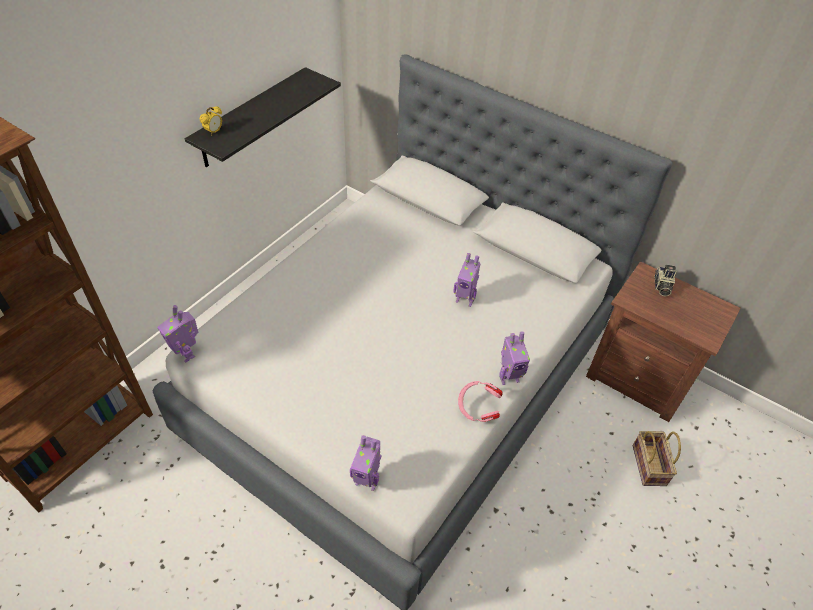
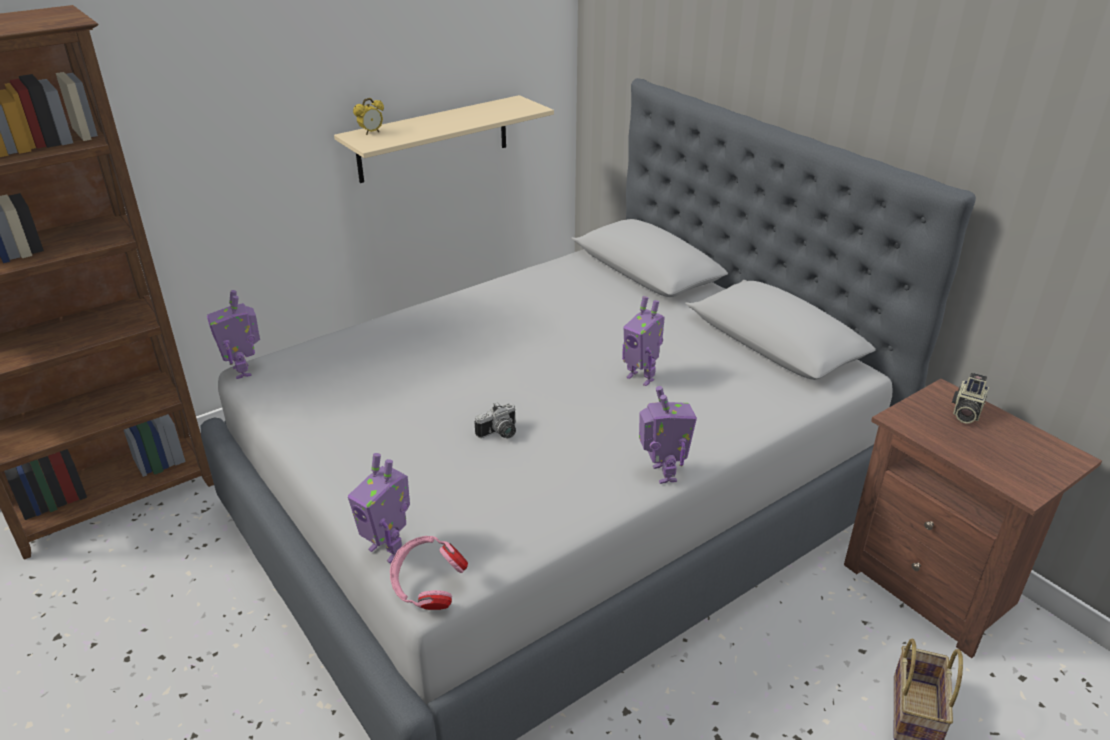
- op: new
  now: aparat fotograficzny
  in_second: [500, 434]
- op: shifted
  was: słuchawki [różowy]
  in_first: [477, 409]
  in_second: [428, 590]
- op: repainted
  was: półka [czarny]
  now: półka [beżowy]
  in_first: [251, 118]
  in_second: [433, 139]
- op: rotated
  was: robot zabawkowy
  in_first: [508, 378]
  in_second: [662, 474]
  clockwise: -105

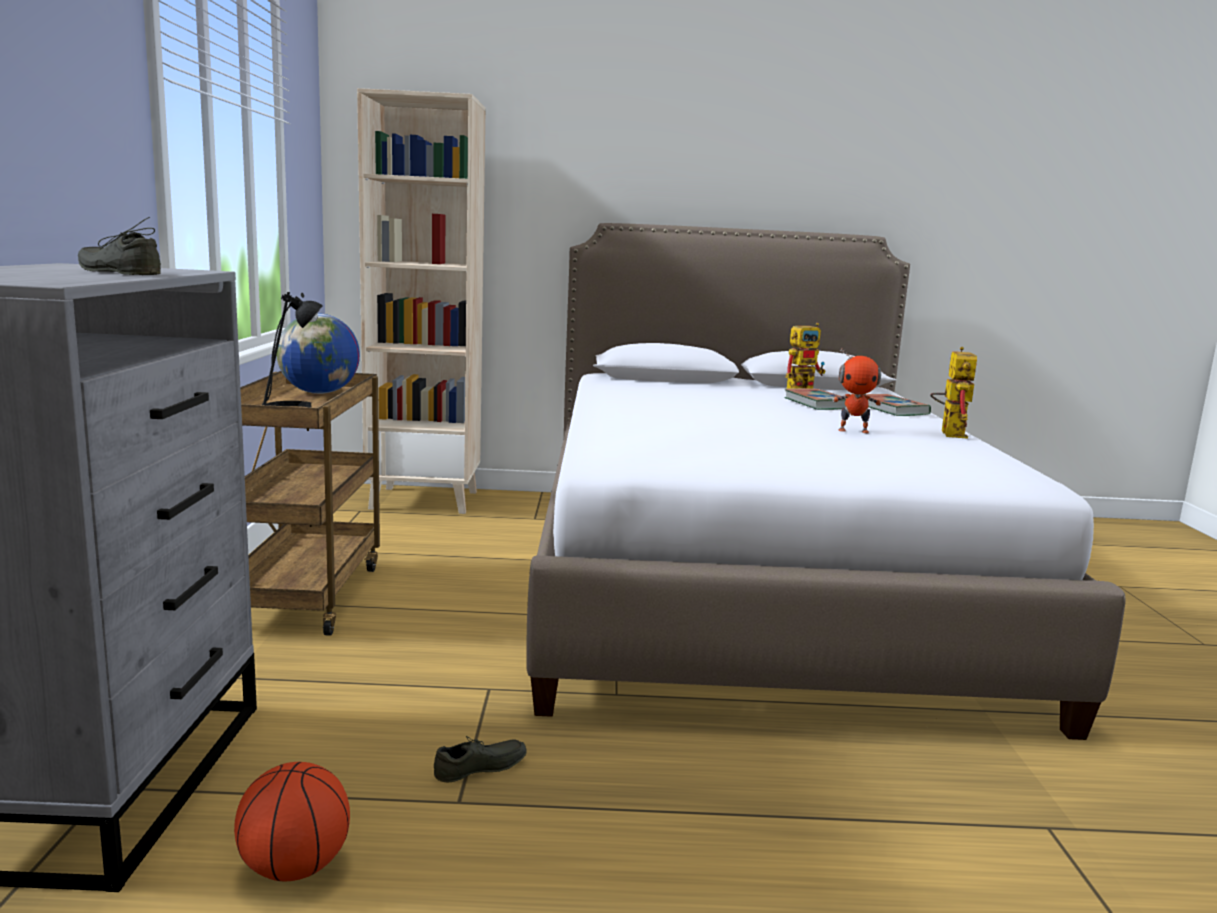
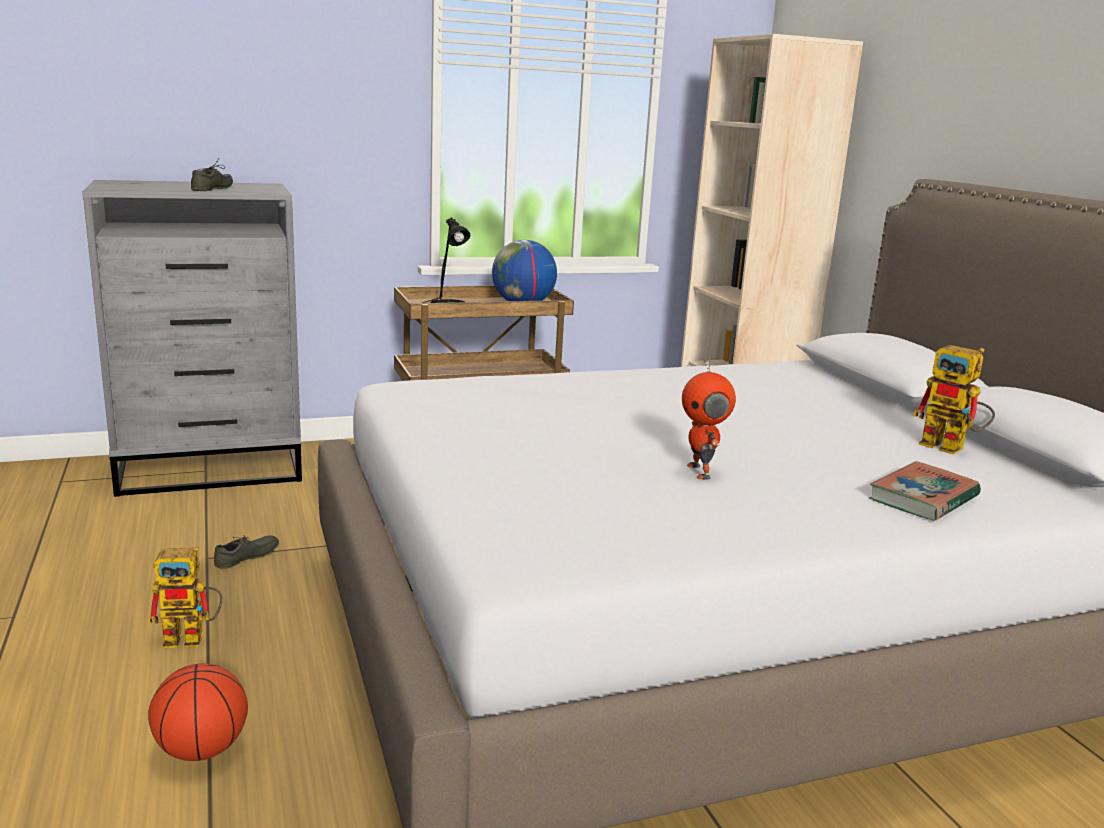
- op: gone
  was: książka
  in_first: [817, 404]
- op: shifted
  was: piłka do koszykówki
  in_first: [295, 868]
  in_second: [202, 750]
- op: shifted
  was: robot zabawkowy
  in_first: [949, 433]
  in_second: [193, 637]
- op: rotated
  was: but [szary]
  in_first: [481, 769]
  in_second: [248, 558]
  clockwise: -90

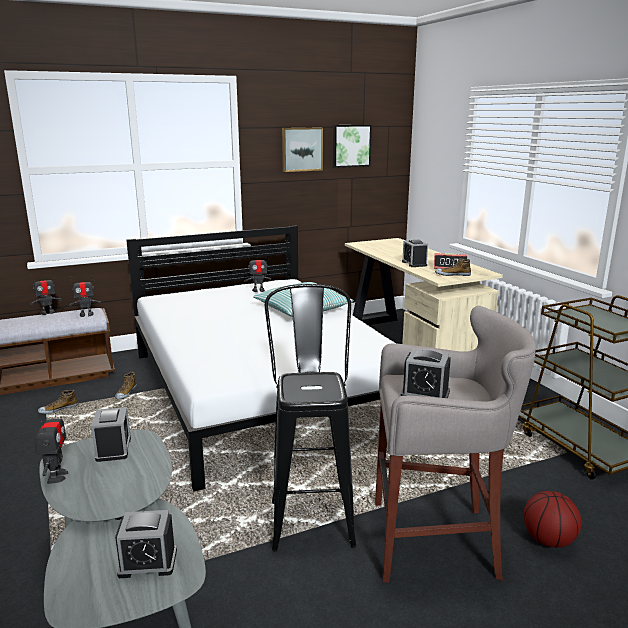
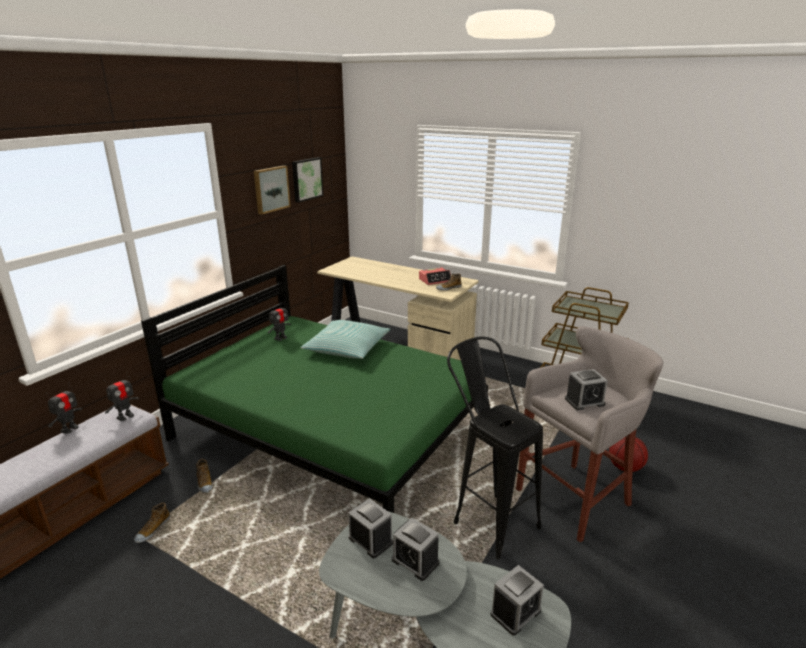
- op: gone
  was: robot zabawkowy
  in_first: [56, 476]
- op: shifted
  was: budzik
  in_first: [414, 263]
  in_second: [415, 561]
- op: repainted
  was: łóżko [biały]
  now: łóżko [zielony]
  in_first: [260, 391]
  in_second: [329, 432]

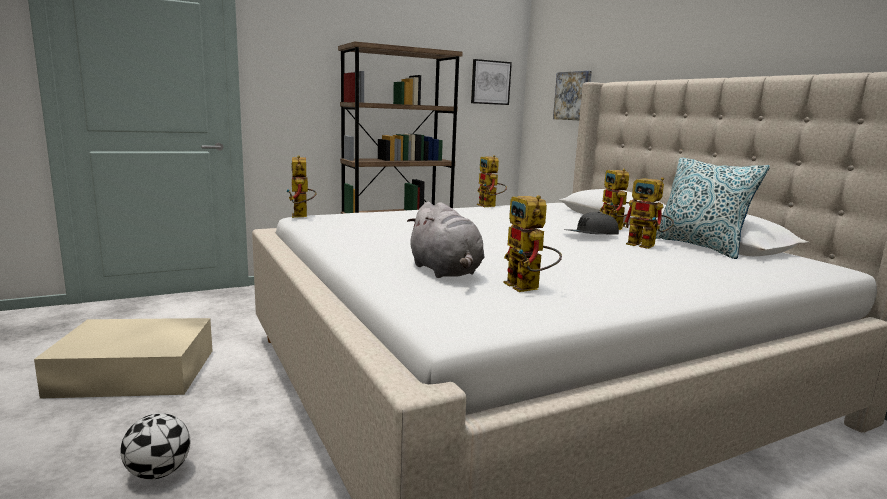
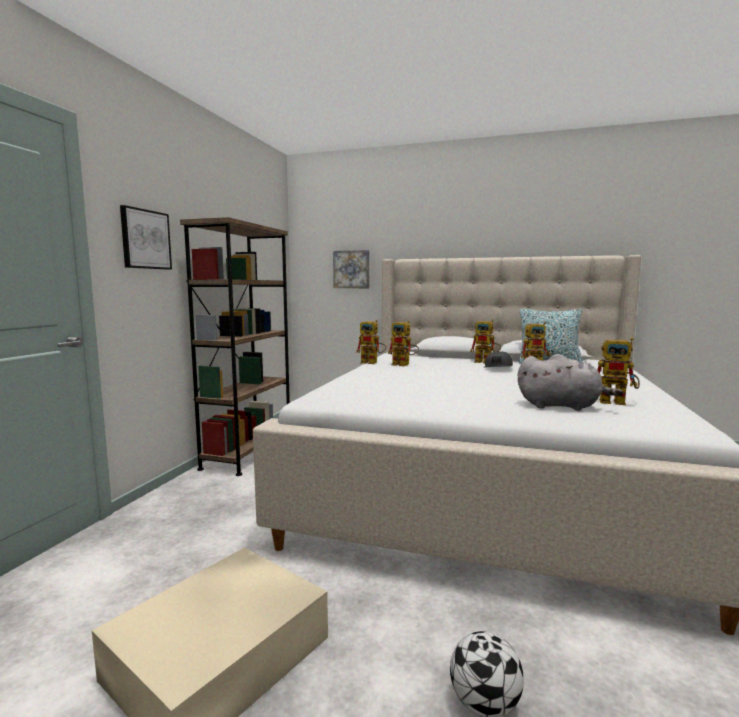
- op: shifted
  was: robot zabawkowy
  in_first: [302, 216]
  in_second: [404, 365]
- op: shifted
  was: obraz
  in_first: [490, 82]
  in_second: [145, 239]

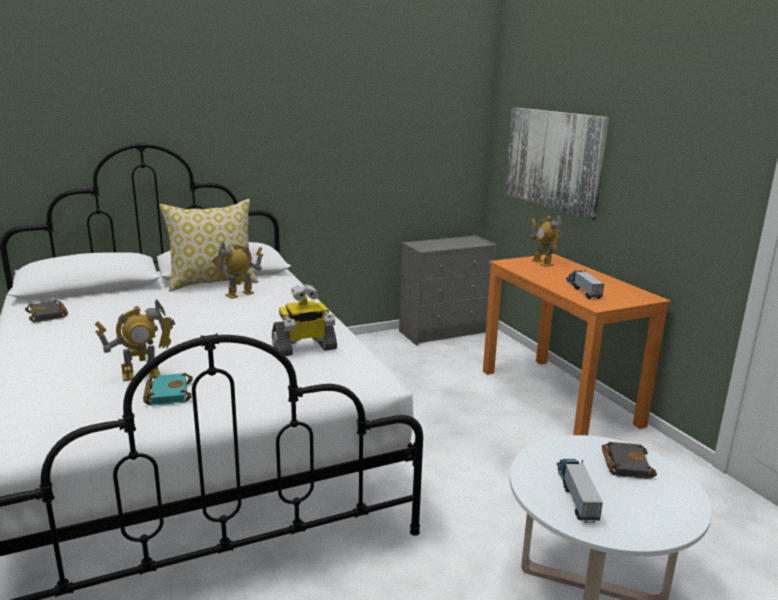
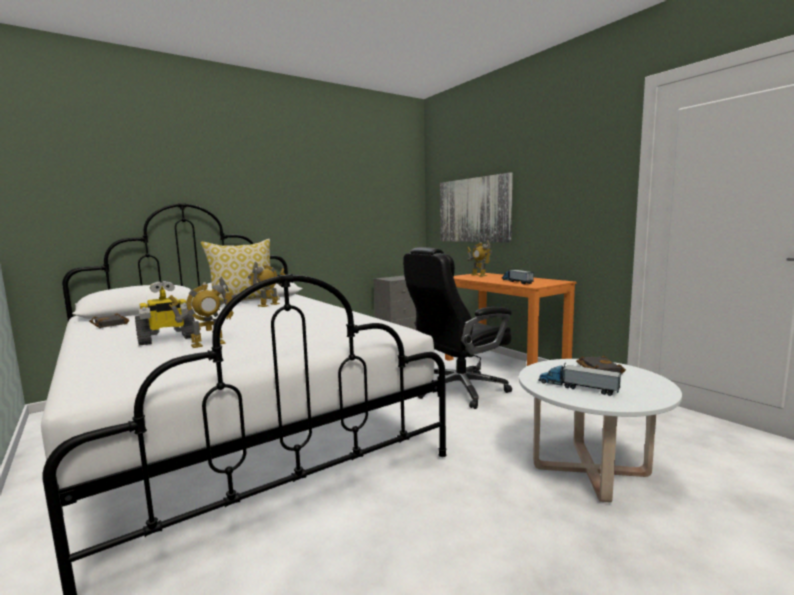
- op: gone
  was: książka [turkusowy]
  in_first: [167, 393]
- op: new
  now: krzesło biurowe [czarny]
  in_second: [458, 390]
- op: shifted
  was: robot zabawkowy
  in_first: [304, 348]
  in_second: [167, 339]
- op: rotated
  was: ciężarówka zabawkowa
  in_first: [575, 494]
  in_second: [577, 387]
  clockwise: -45

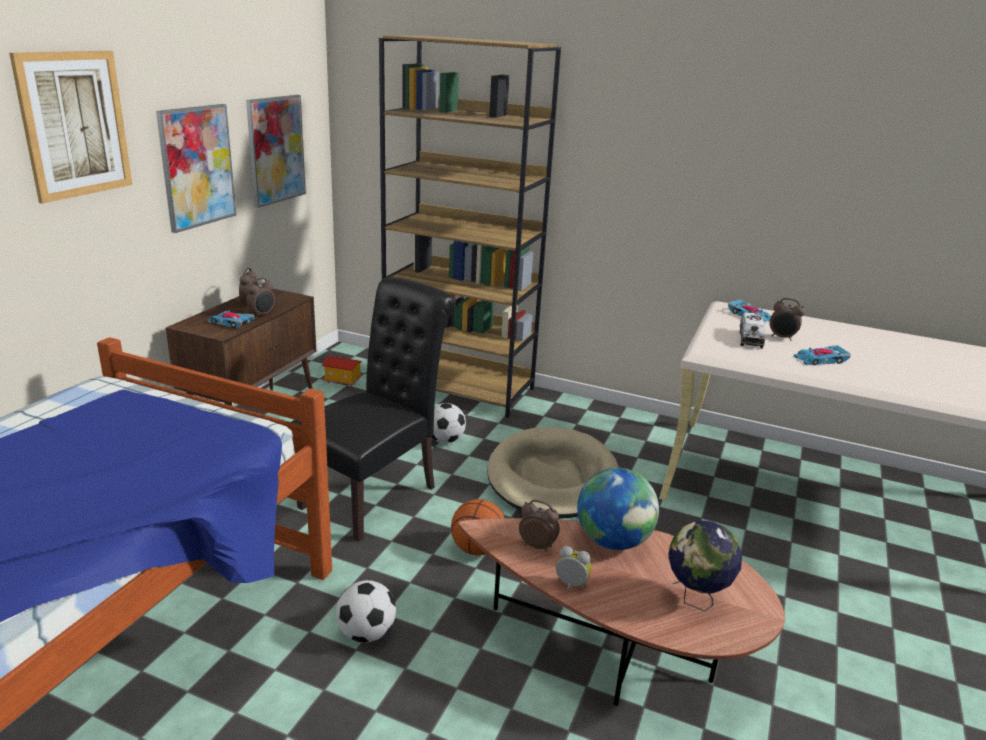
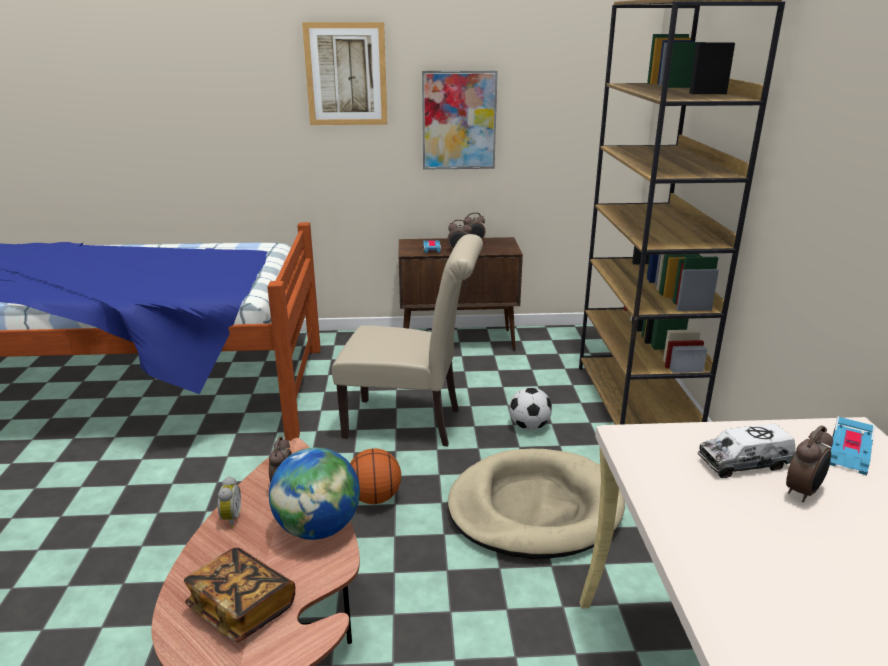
- op: gone
  was: obraz
  in_first: [276, 150]
- op: gone
  was: domek
  in_first: [342, 381]
- op: gone
  was: piłka futbolowa
  in_first: [366, 633]
- op: gone
  was: samochodzik
  in_first: [820, 360]
- op: swapped
  was: globus
  now: książka
  in_first: [696, 599]
  in_second: [242, 608]
- op: repainted
  was: krzesło [czarny]
  now: krzesło [beżowy]
  in_first: [376, 494]
  in_second: [410, 423]
- op: rotated
  was: budzik
  in_first: [782, 337]
  in_second: [803, 492]
  clockwise: -135

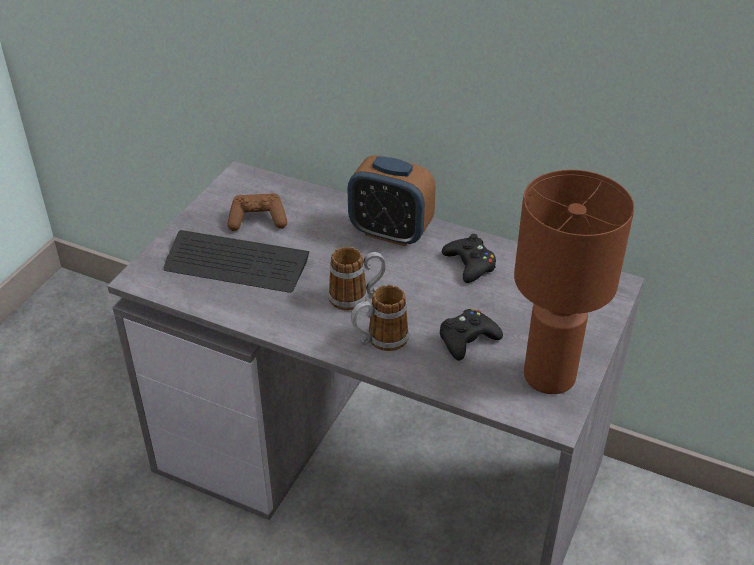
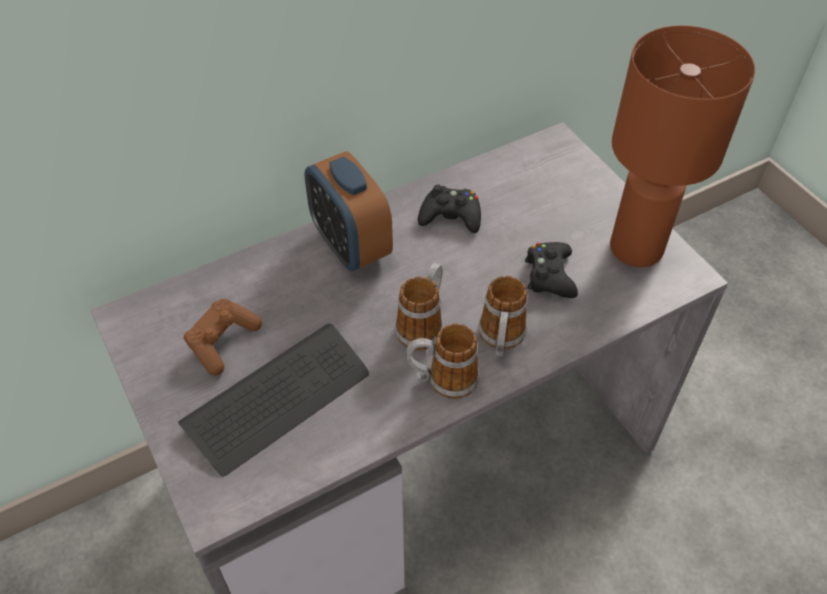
- op: new
  now: kubek
  in_second: [442, 380]
- op: rotated
  was: budzik
  in_first: [390, 232]
  in_second: [350, 245]
  clockwise: 90

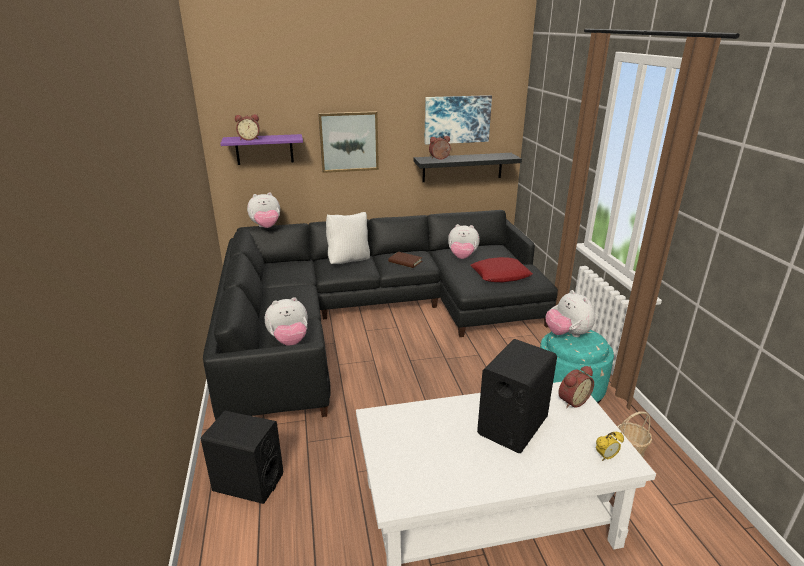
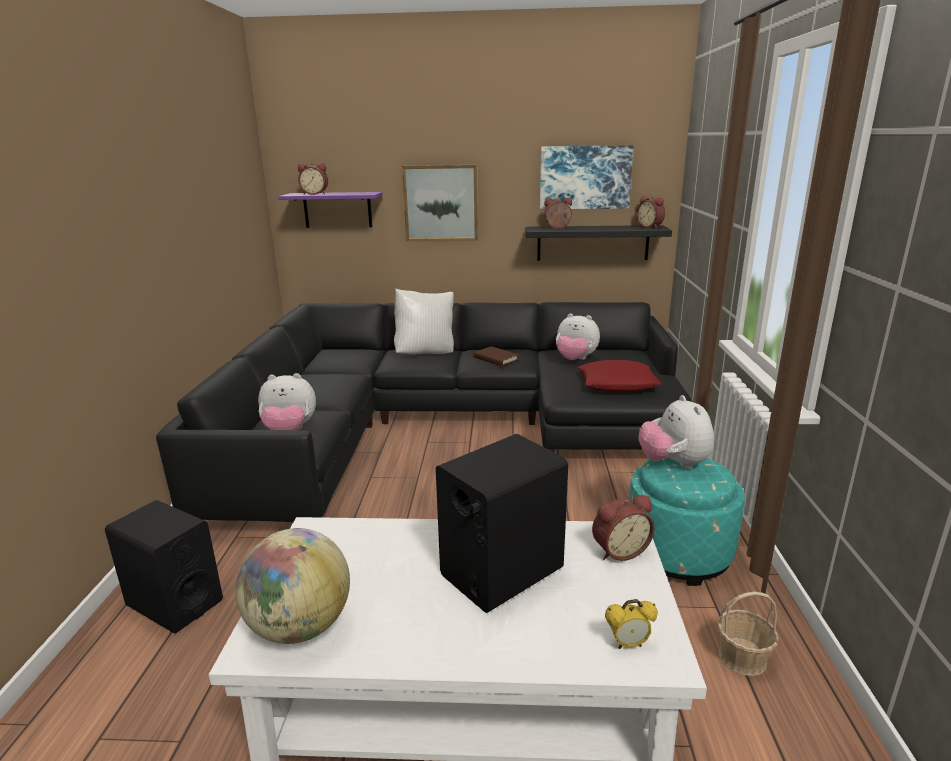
- op: gone
  was: pluszak
  in_first: [266, 227]
- op: new
  now: globus
  in_second: [300, 627]
- op: new
  now: budzik
  in_second: [650, 226]

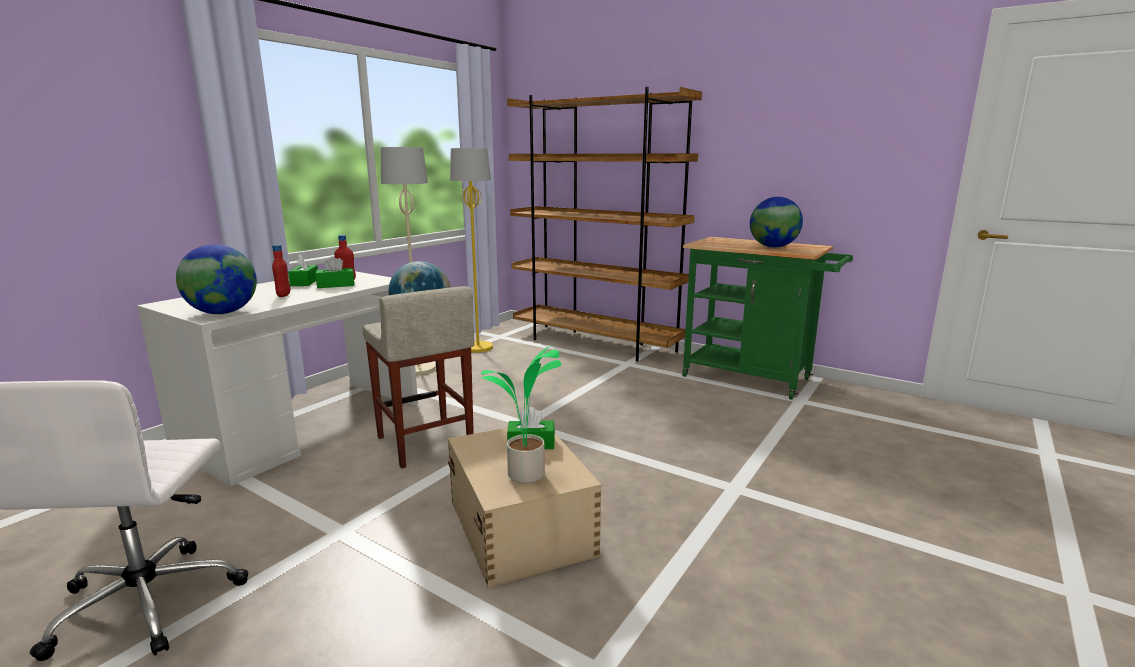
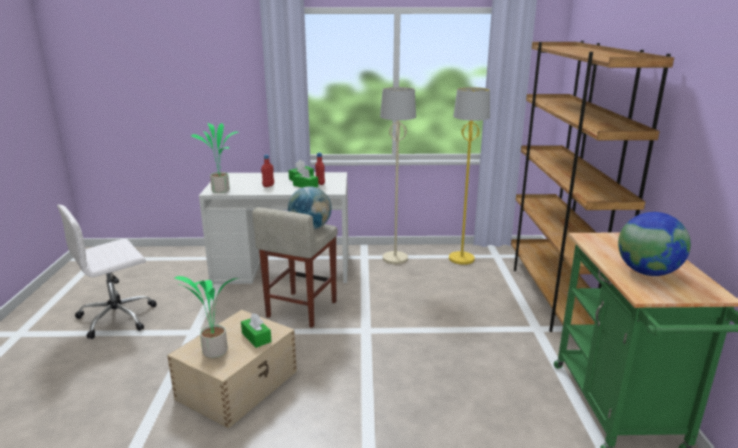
- op: swapped
  was: globus
  now: roślina doniczkowa
  in_first: [223, 313]
  in_second: [221, 190]

